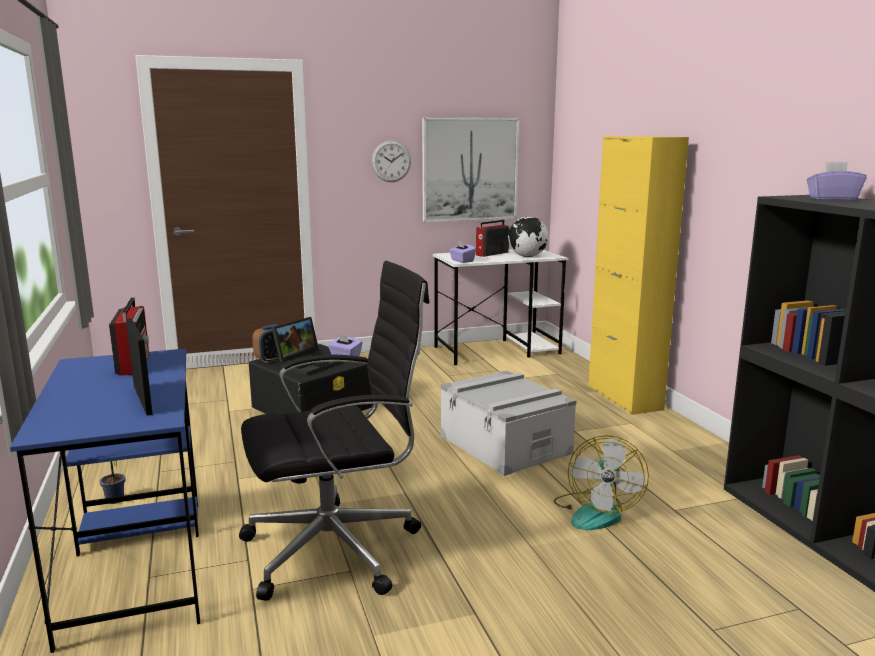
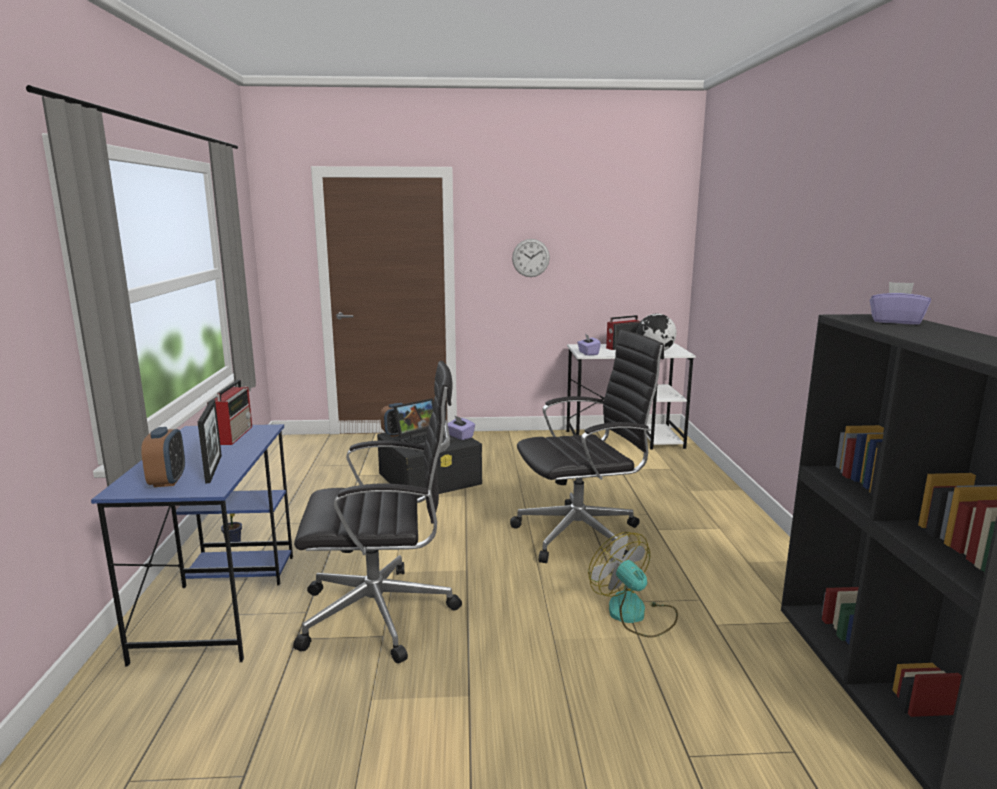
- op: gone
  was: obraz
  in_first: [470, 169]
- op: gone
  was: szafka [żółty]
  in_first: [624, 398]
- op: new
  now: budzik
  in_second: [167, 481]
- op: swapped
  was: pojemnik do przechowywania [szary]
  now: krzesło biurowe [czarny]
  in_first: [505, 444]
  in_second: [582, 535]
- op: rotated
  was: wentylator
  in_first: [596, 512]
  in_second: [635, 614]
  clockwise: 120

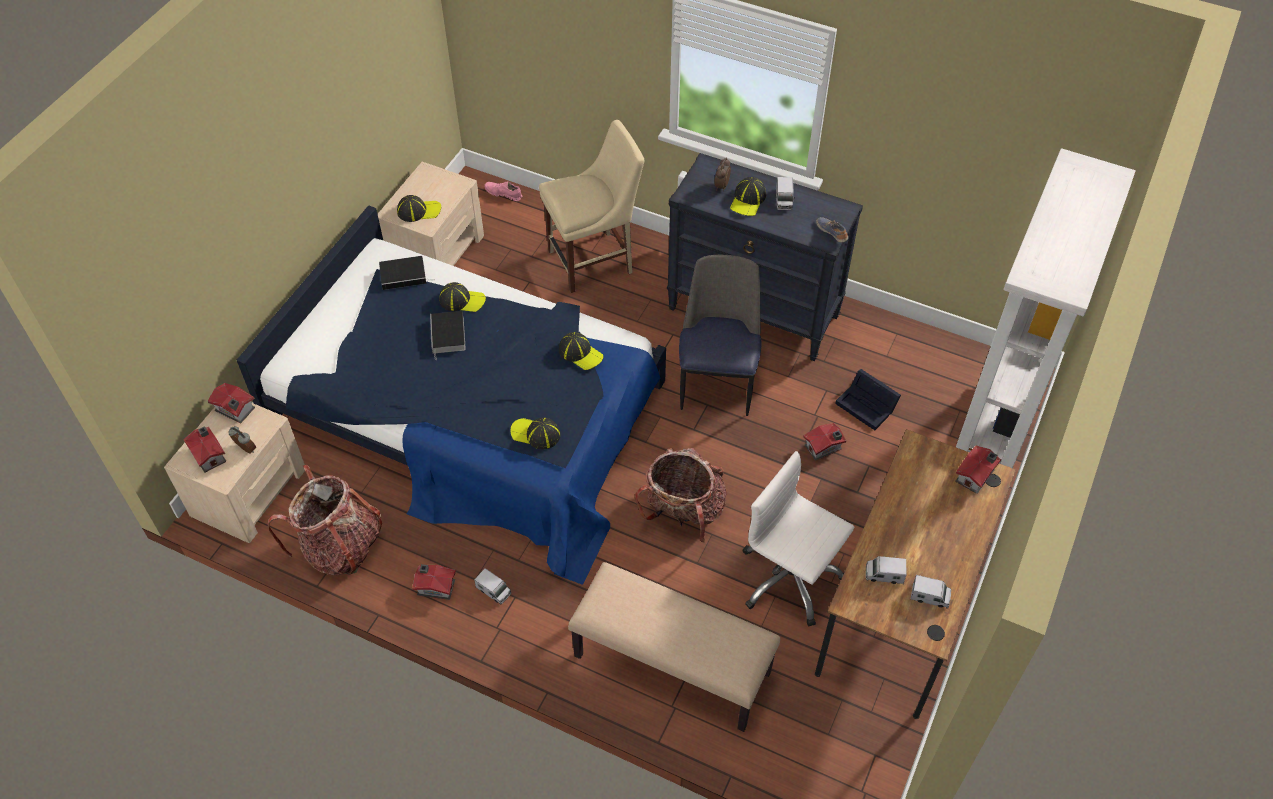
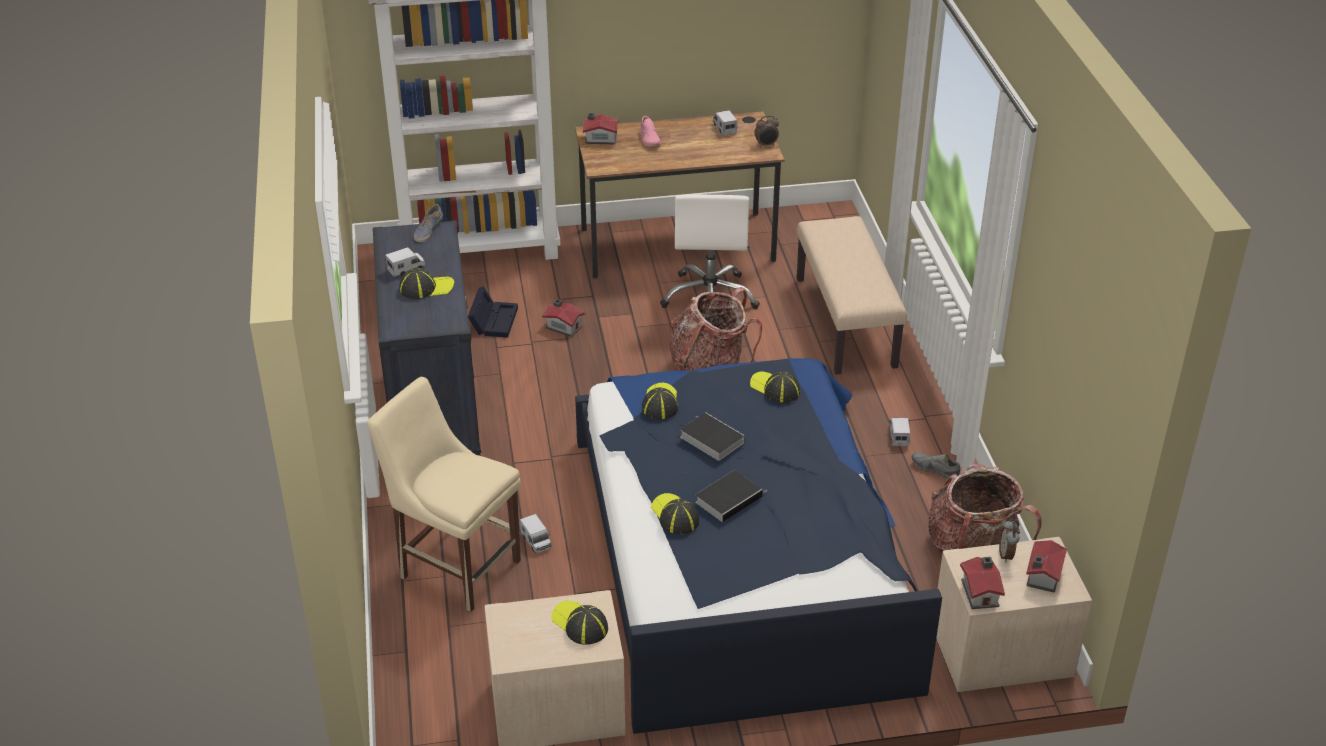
- op: gone
  was: krzesło
  in_first: [717, 381]
- op: shifted
  was: książka
  in_first: [404, 275]
  in_second: [710, 439]
- op: shifted
  was: but [różowy]
  in_first: [503, 194]
  in_second: [649, 139]
- op: shifted
  was: budzik
  in_first: [721, 186]
  in_second: [766, 145]
- op: shifted
  was: ciężarówka zabawkowa
  in_first: [884, 574]
  in_second: [536, 541]
- op: swapped
  was: domek
  now: but [szary]
  in_first: [435, 586]
  in_second: [935, 470]
- op: rotated
  was: czapka z daszkiem
  in_first: [536, 434]
  in_second: [775, 389]
  clockwise: 150

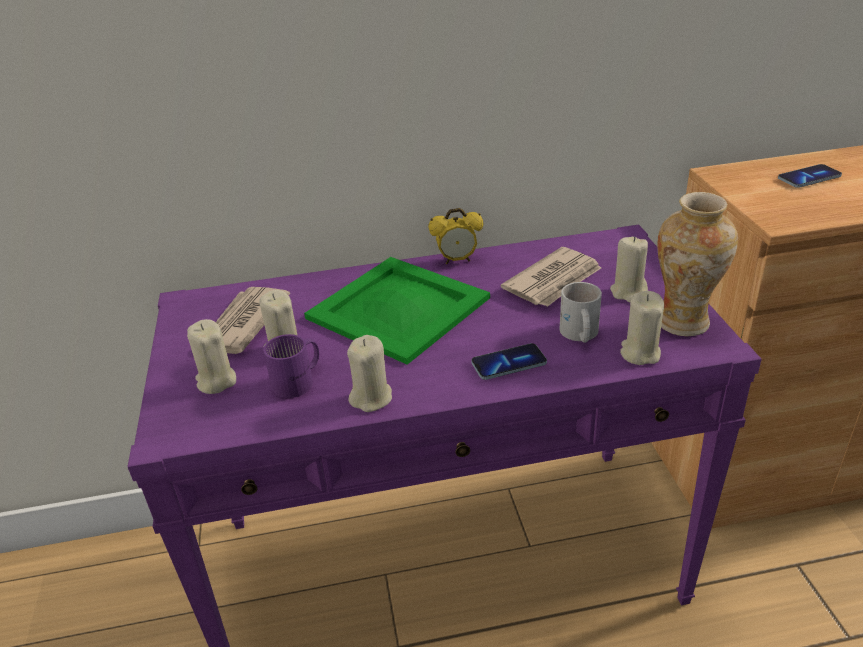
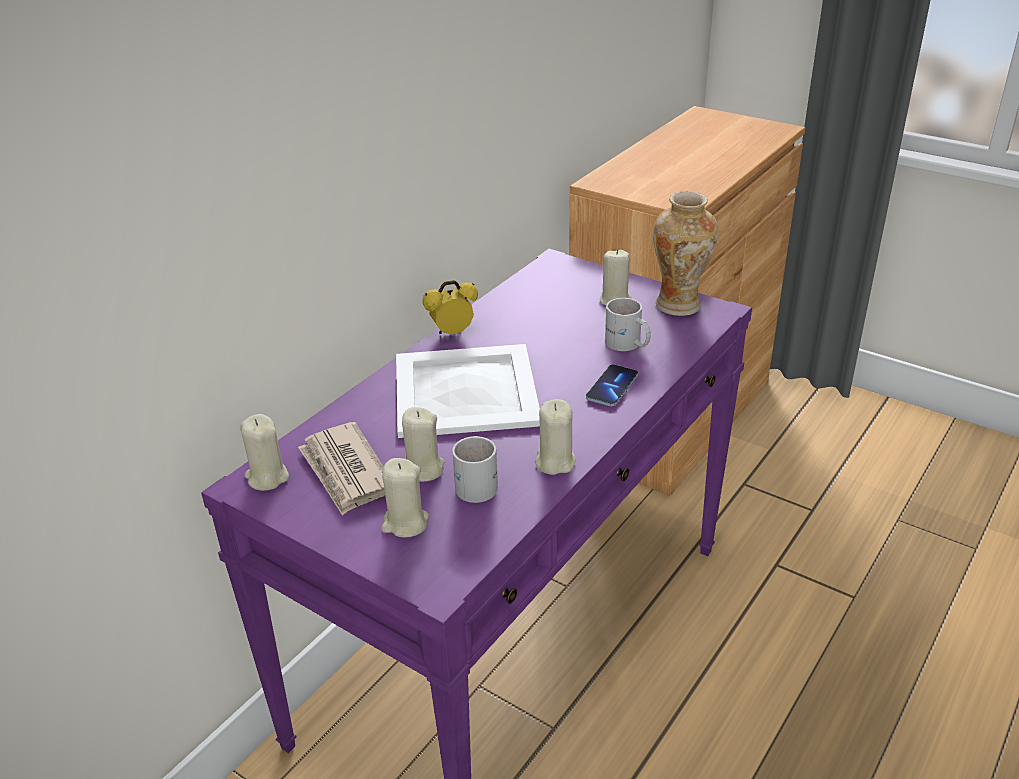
- op: gone
  was: gazeta
  in_first: [554, 281]
- op: gone
  was: telefon
  in_first: [809, 178]
- op: shifted
  was: świeca [beżowy]
  in_first: [639, 353]
  in_second: [267, 477]
- op: repainted
  was: kubek [fioletowy]
  now: kubek [biały]
  in_first: [299, 381]
  in_second: [478, 482]
- op: repainted
  was: taca [zielony]
  now: taca [biały]
  in_first: [398, 309]
  in_second: [467, 391]
- op: rotated
  was: budzik
  in_first: [457, 260]
  in_second: [452, 333]
  clockwise: -150

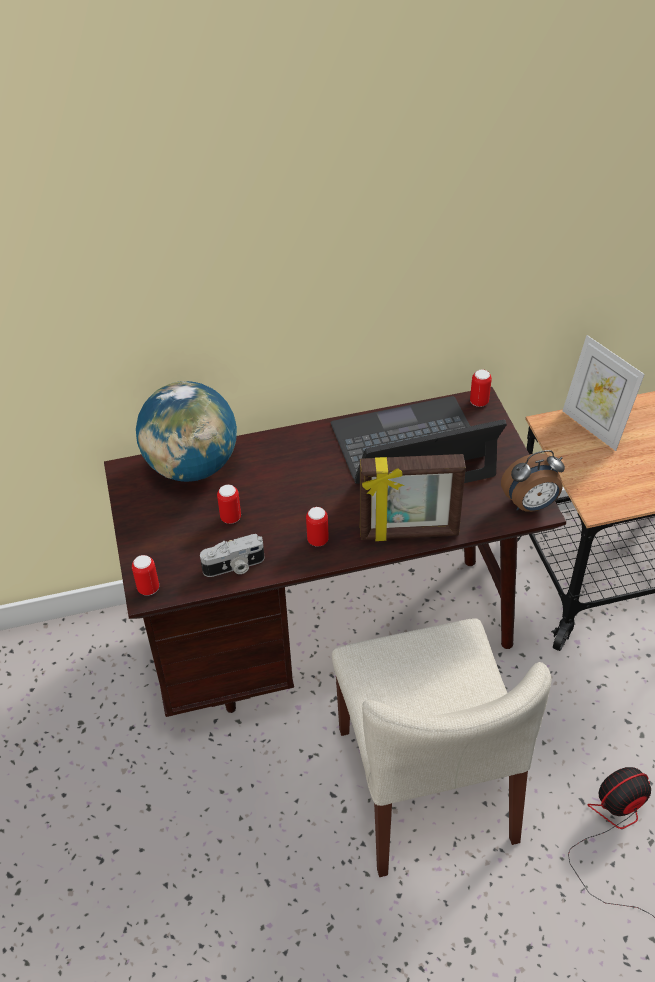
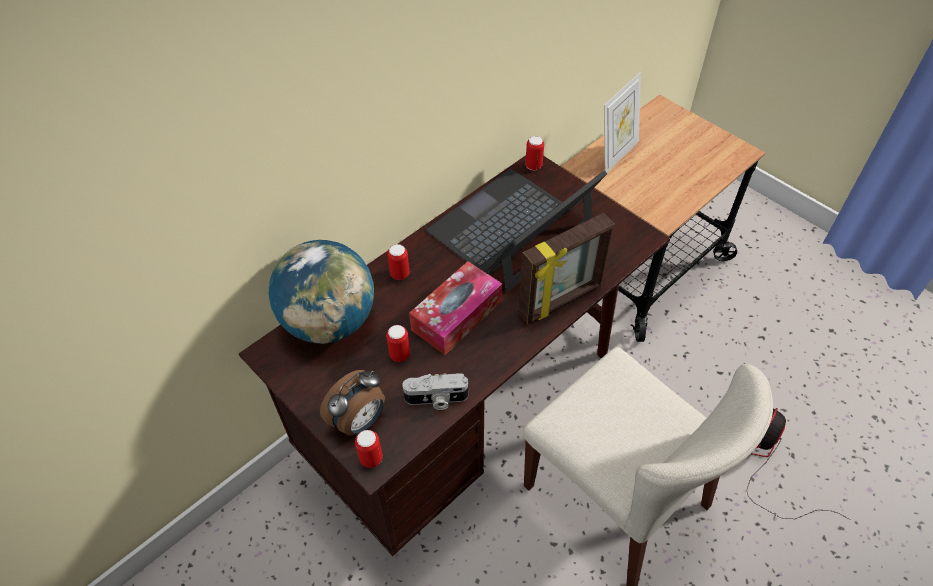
- op: new
  now: pudełko chusteczek
  in_second: [457, 315]
- op: shifted
  was: puszka
  in_first: [317, 540]
  in_second: [400, 274]
- op: shifted
  was: budzik
  in_first: [530, 505]
  in_second: [359, 421]
- op: rotated
  was: aparat fotograficzny
  in_first: [234, 567]
  in_second: [436, 399]
  clockwise: 45
- op: rotated
  was: ramka na zdjęcie
  in_first: [594, 427]
  in_second: [616, 155]
  clockwise: -75

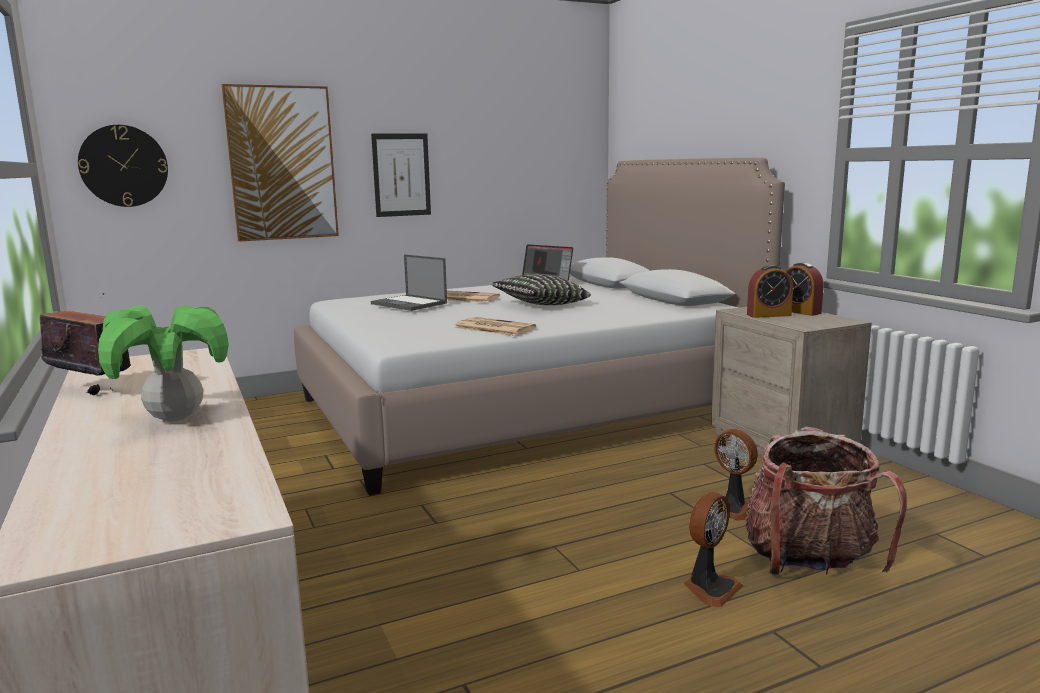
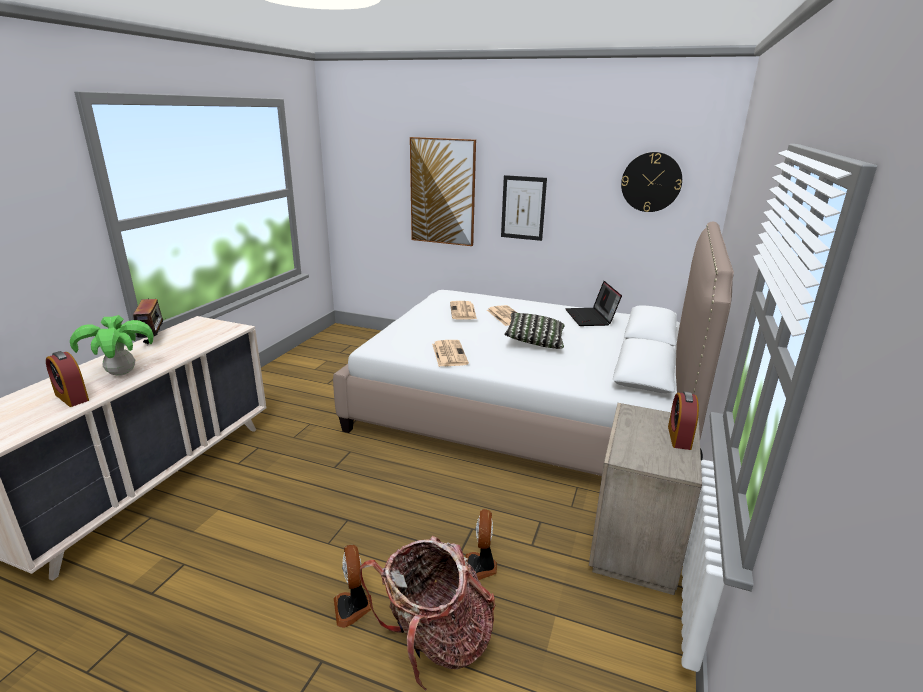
- op: shifted
  was: zegar ścienny
  in_first: [124, 166]
  in_second: [651, 182]
- op: shifted
  was: budzik
  in_first: [768, 315]
  in_second: [72, 397]
- op: swapped
  was: laptop
  now: gazeta
  in_first: [410, 303]
  in_second: [463, 311]
- op: rotated
  was: wentylator
  in_first: [710, 588]
  in_second: [353, 607]
  clockwise: 75

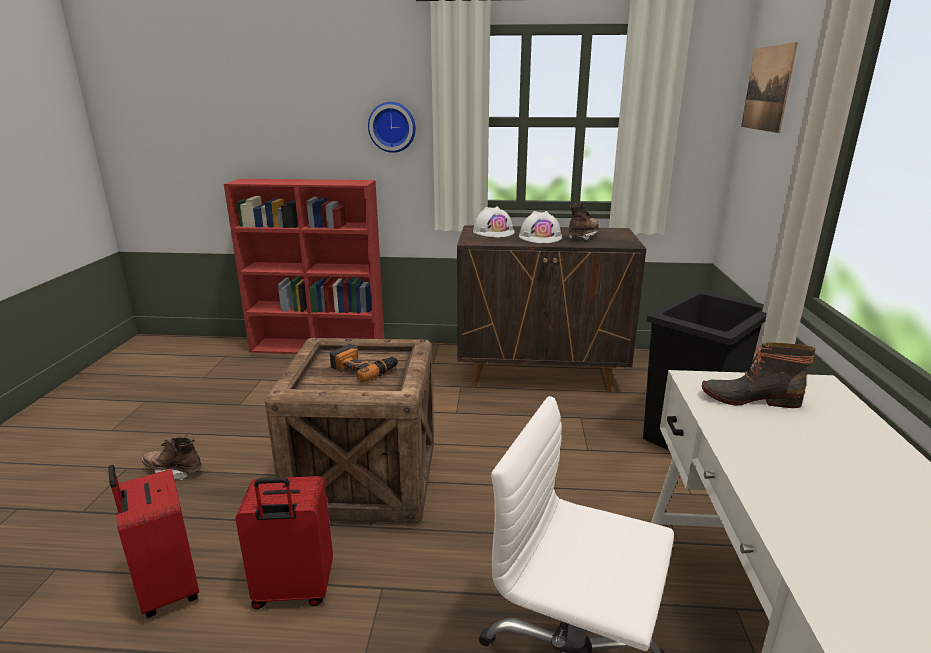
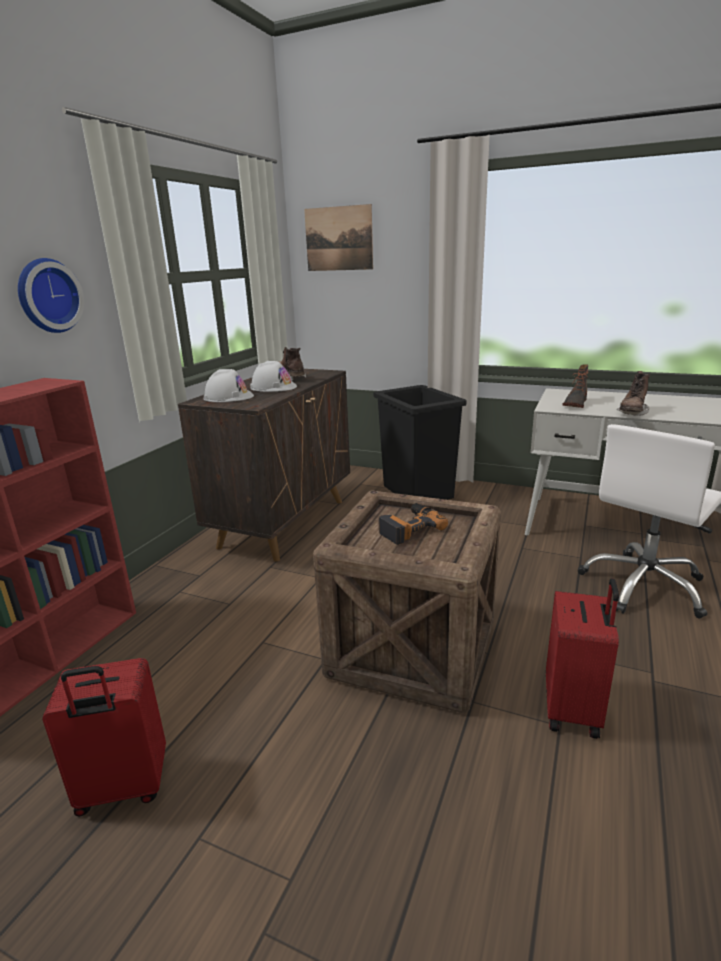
- op: shifted
  was: walizka [czerwony]
  in_first: [167, 590]
  in_second: [123, 788]
- op: shifted
  was: but z cholewką [brązowy]
  in_first: [174, 471]
  in_second: [632, 413]

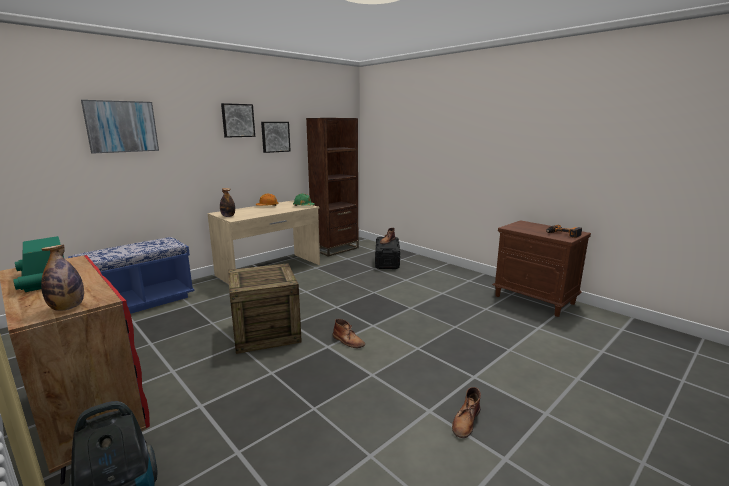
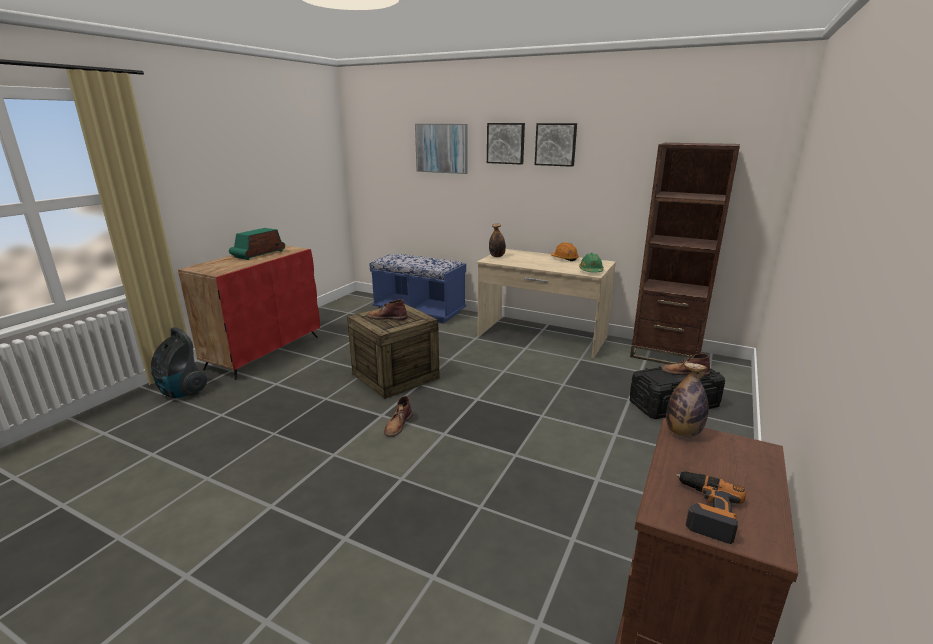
- op: shifted
  was: butelka
  in_first: [67, 308]
  in_second: [683, 432]
- op: shifted
  was: obraz
  in_first: [275, 137]
  in_second: [506, 143]
- op: shifted
  was: but z cholewką [brązowy]
  in_first: [466, 421]
  in_second: [387, 317]

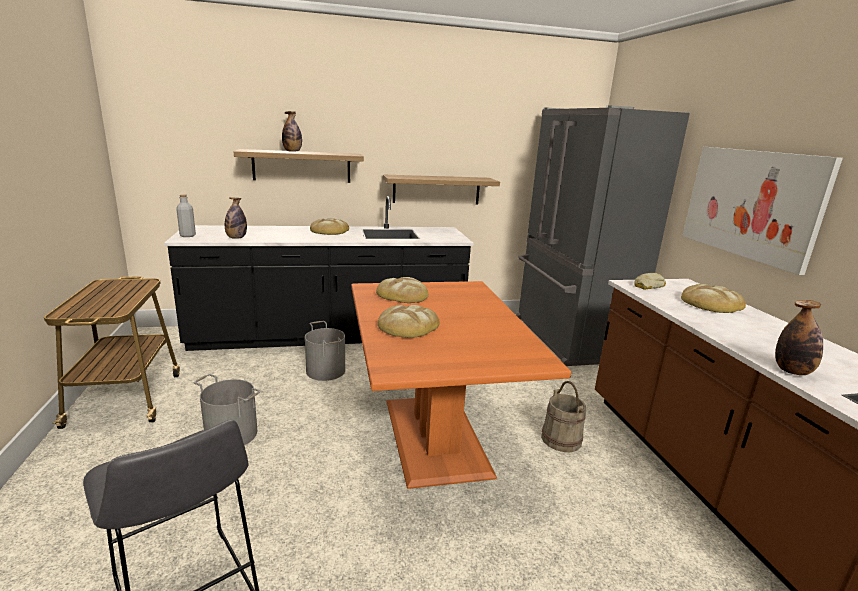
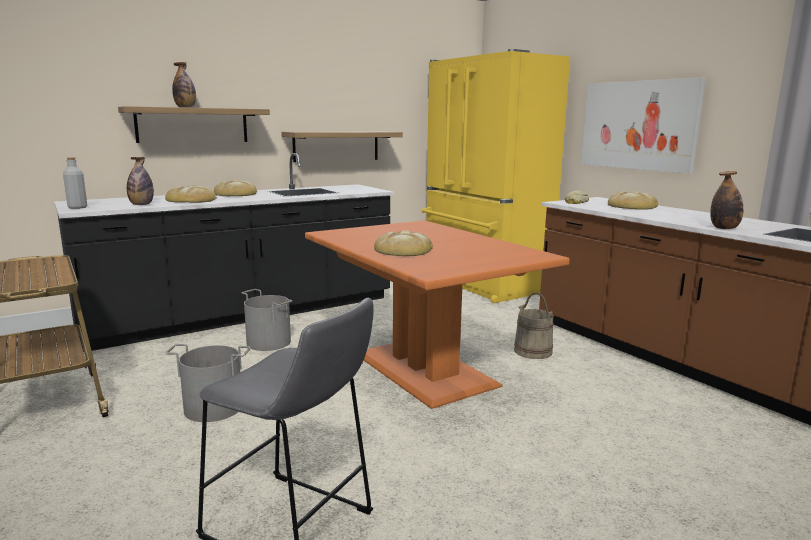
- op: shifted
  was: chleb
  in_first: [402, 294]
  in_second: [191, 200]
- op: repainted
  was: lodówka [szary]
  now: lodówka [żółty]
  in_first: [567, 339]
  in_second: [482, 284]

